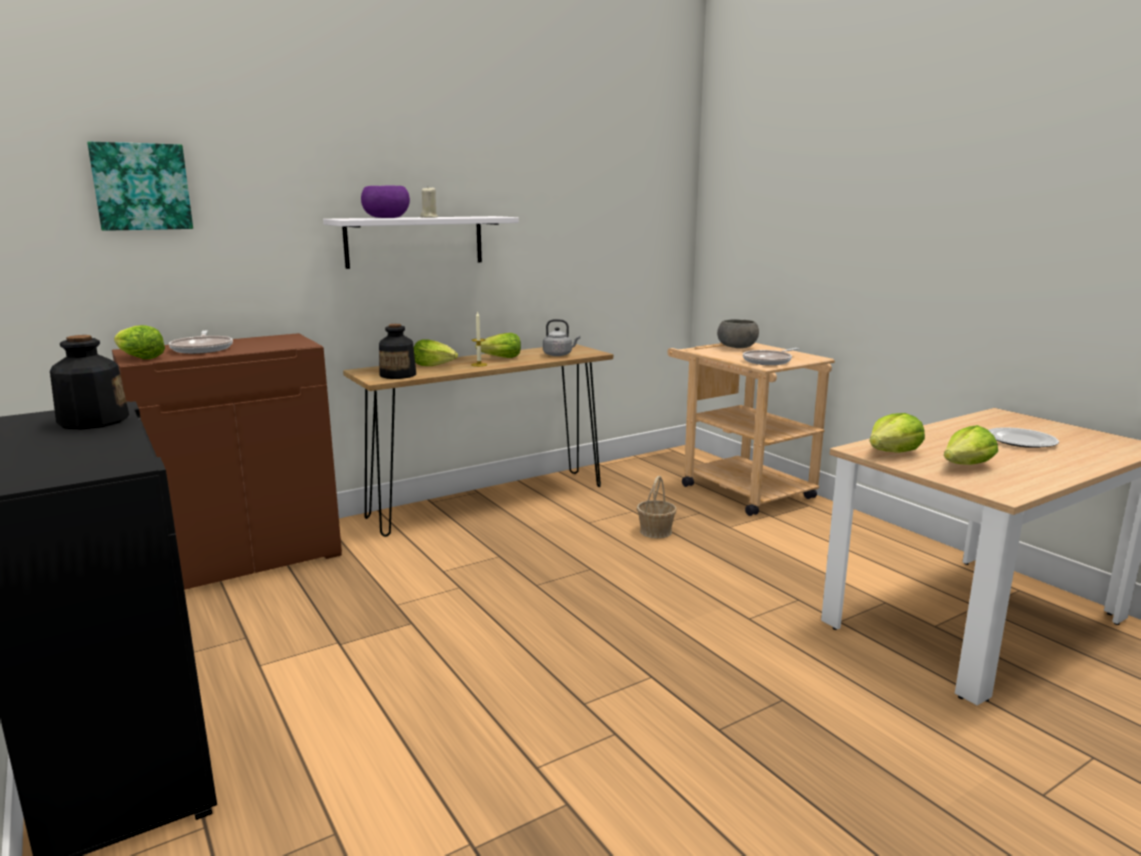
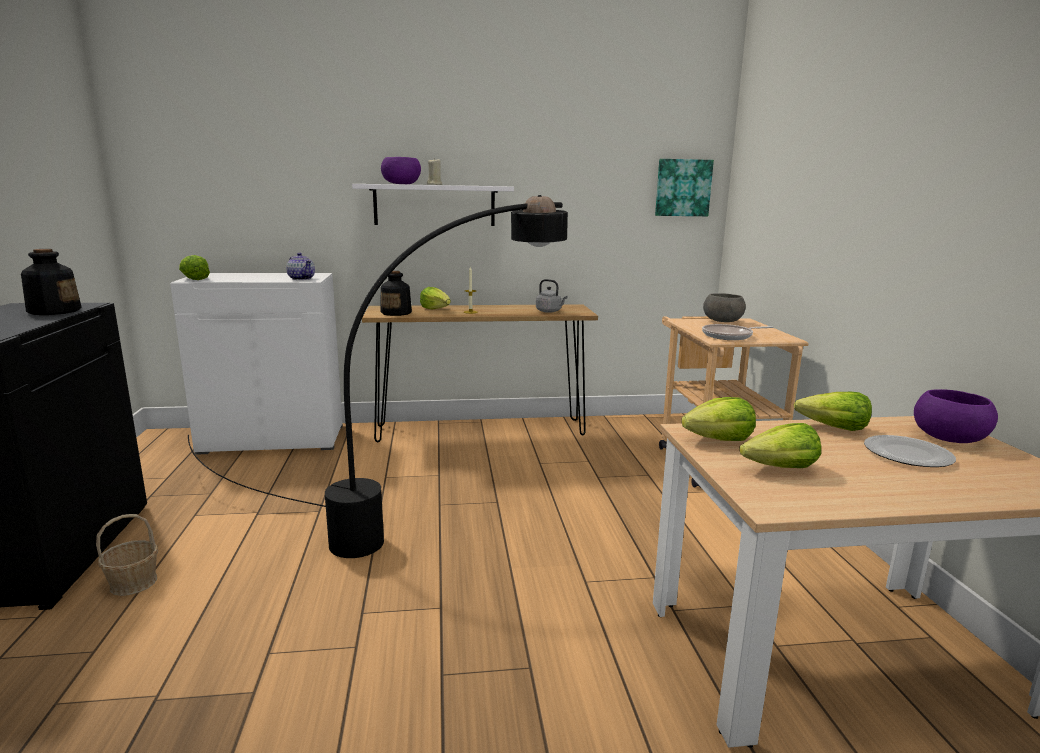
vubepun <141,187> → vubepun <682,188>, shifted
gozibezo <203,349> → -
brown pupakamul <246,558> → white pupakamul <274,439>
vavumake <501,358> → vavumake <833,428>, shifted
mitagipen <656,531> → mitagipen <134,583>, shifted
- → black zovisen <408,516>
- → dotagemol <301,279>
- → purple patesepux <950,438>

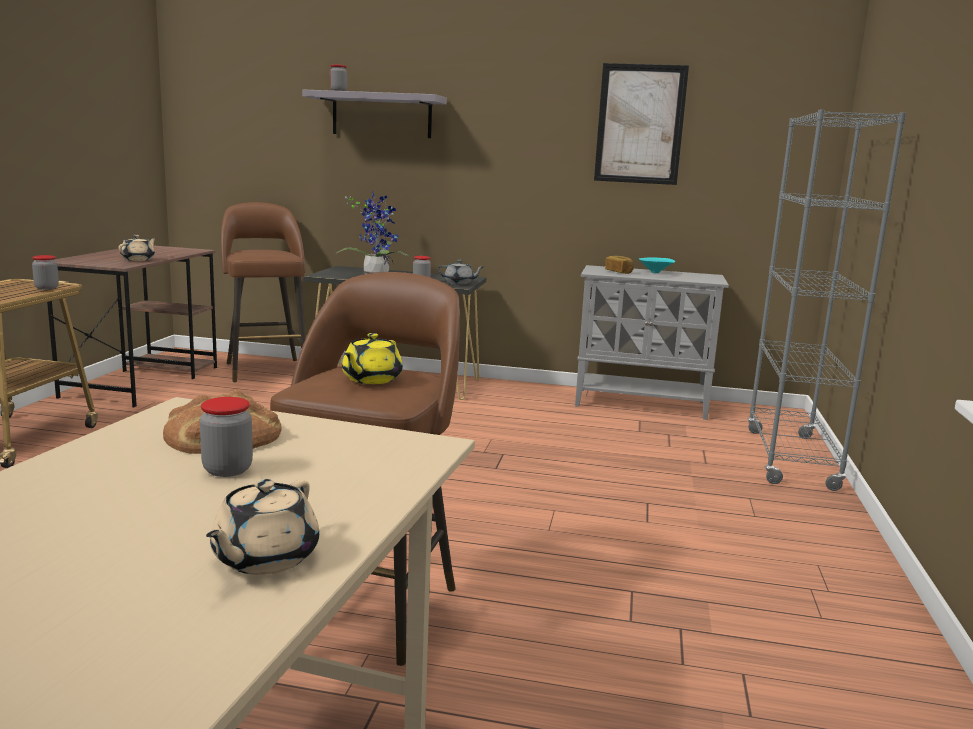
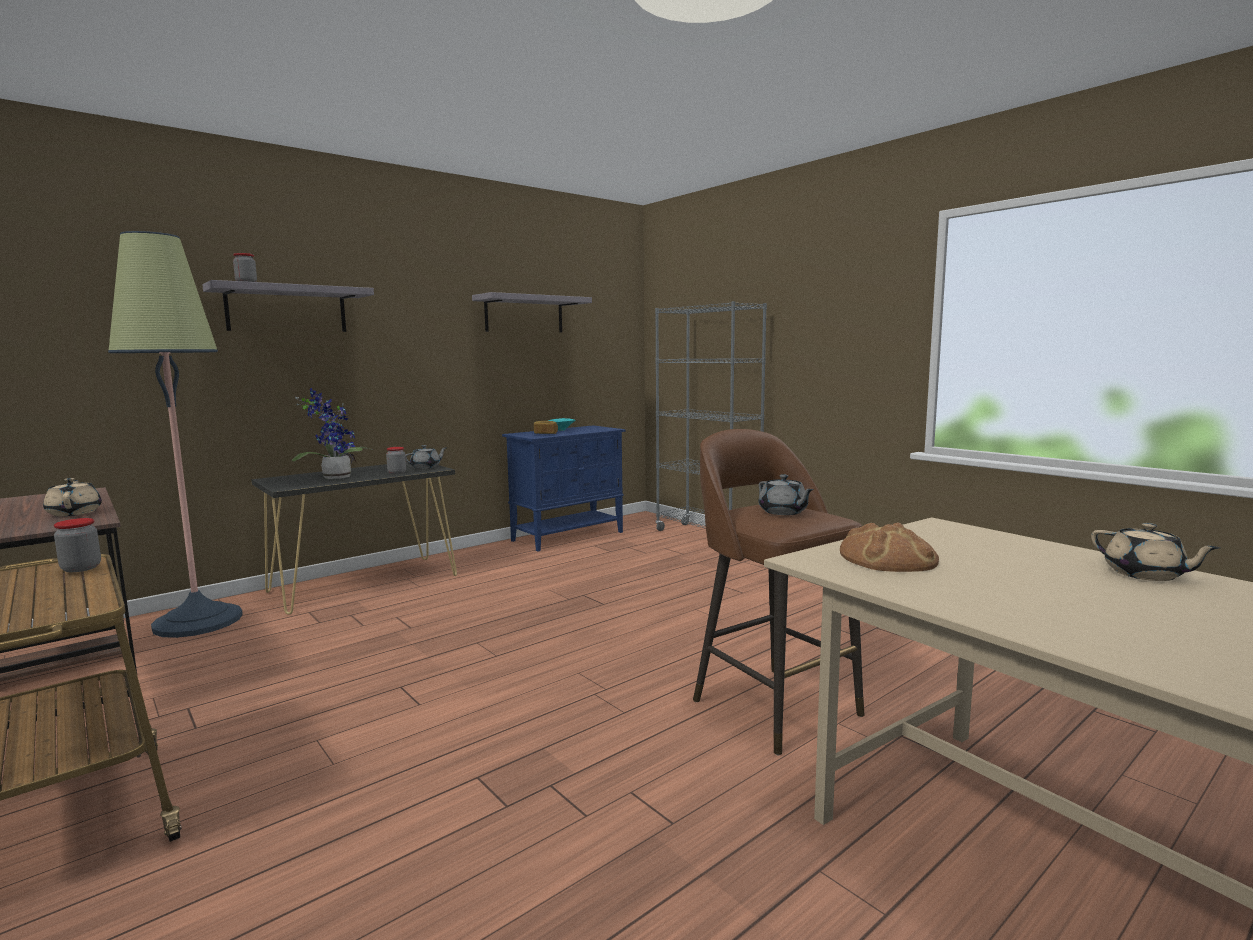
vubepun <640,124> → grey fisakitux <524,314>
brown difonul <266,370> → zovisen <198,621>
grey pupakamul <642,404> → blue pupakamul <568,536>
yellow dotagemol <371,379> → grey dotagemol <783,512>
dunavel <227,470> → -

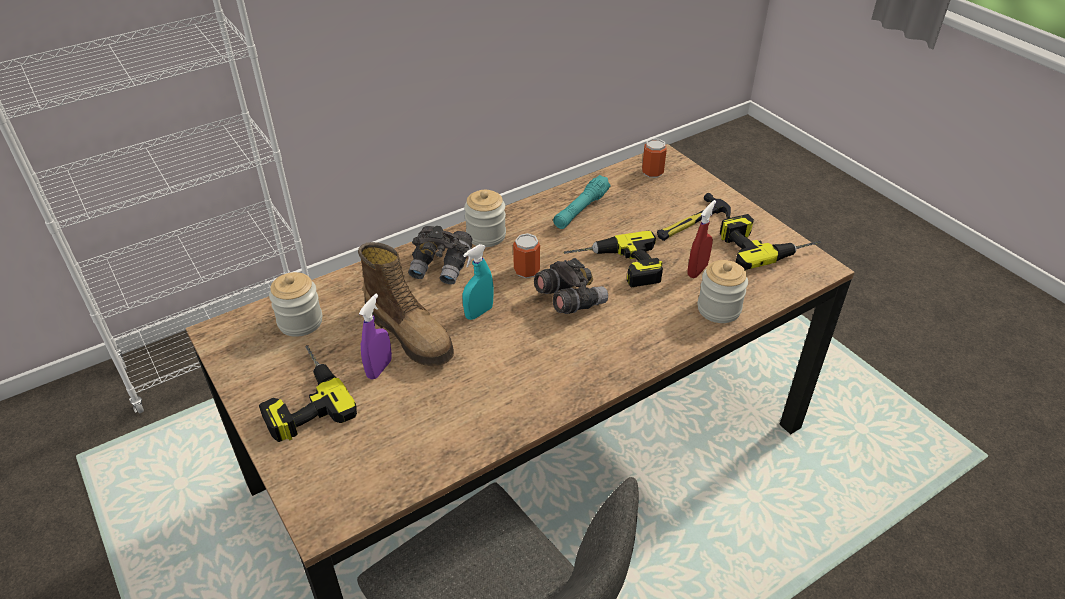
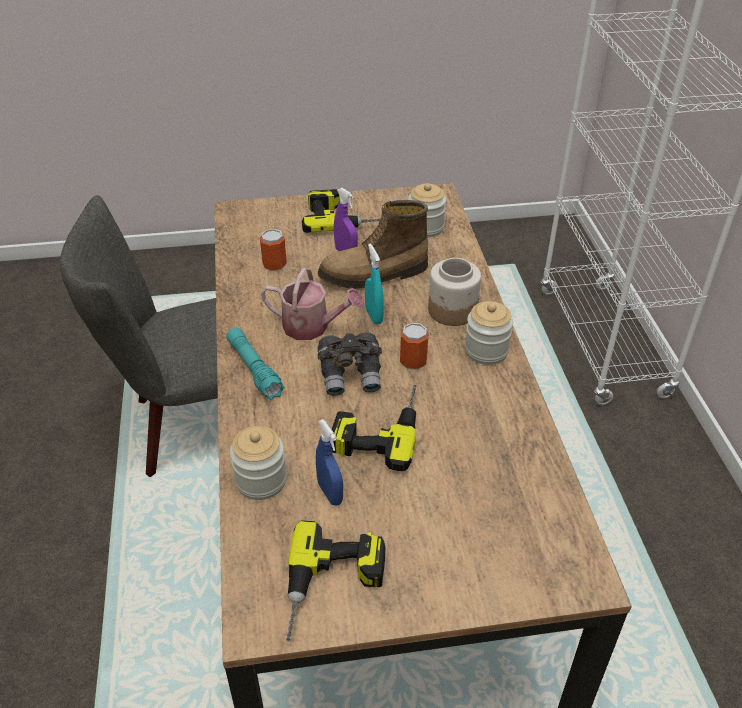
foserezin <652,172> → foserezin <274,265>, shifted
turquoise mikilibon <581,210> → turquoise mikilibon <254,369>, shifted
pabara <692,223> → -
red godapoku <697,270> → blue godapoku <330,493>
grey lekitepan <441,266> → dunavel <452,311>
- → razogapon <312,327>

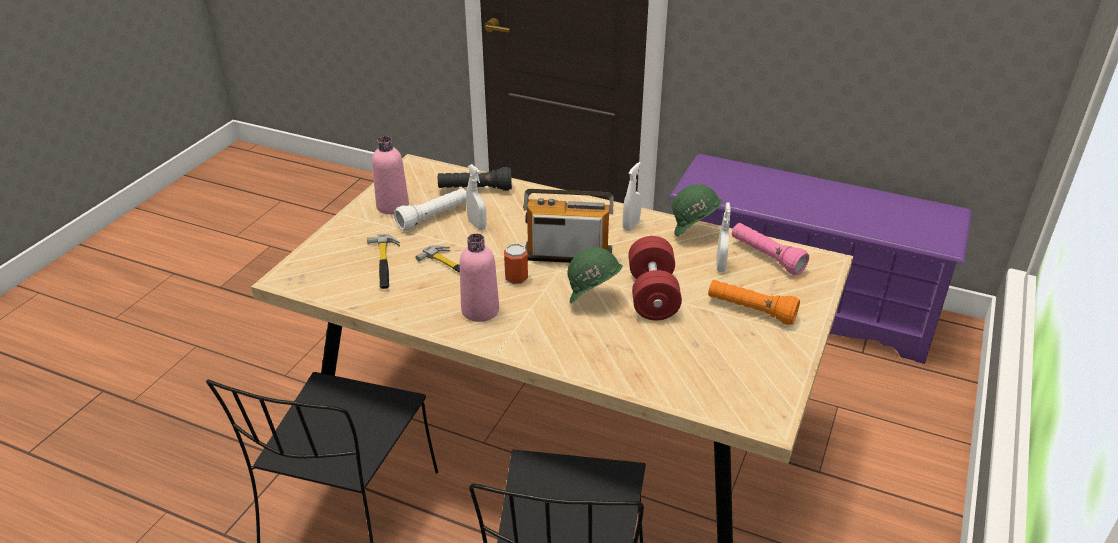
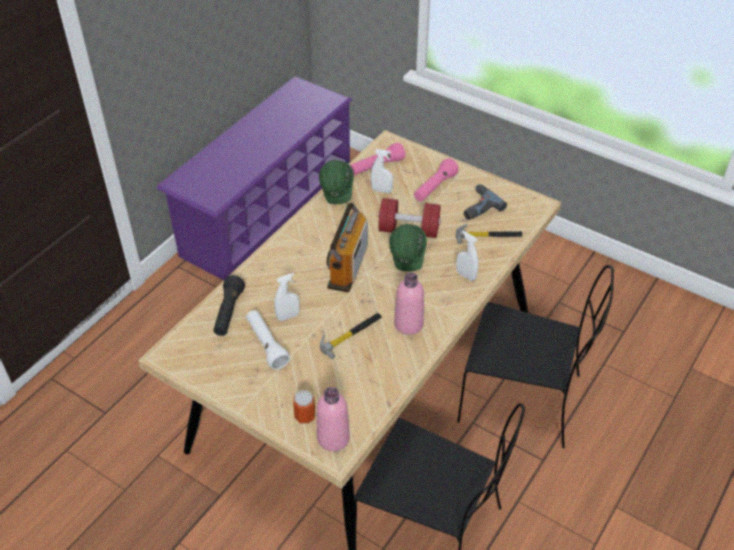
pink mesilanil <392,206> → pink mesilanil <333,438>, shifted
white godapoku <631,225> → white godapoku <466,275>, shifted
pabara <384,264> → pabara <488,235>, shifted
foserezin <516,278> → foserezin <305,416>, shifted
orange mikilibon <751,310> → pink mikilibon <434,188>
- → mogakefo <477,206>

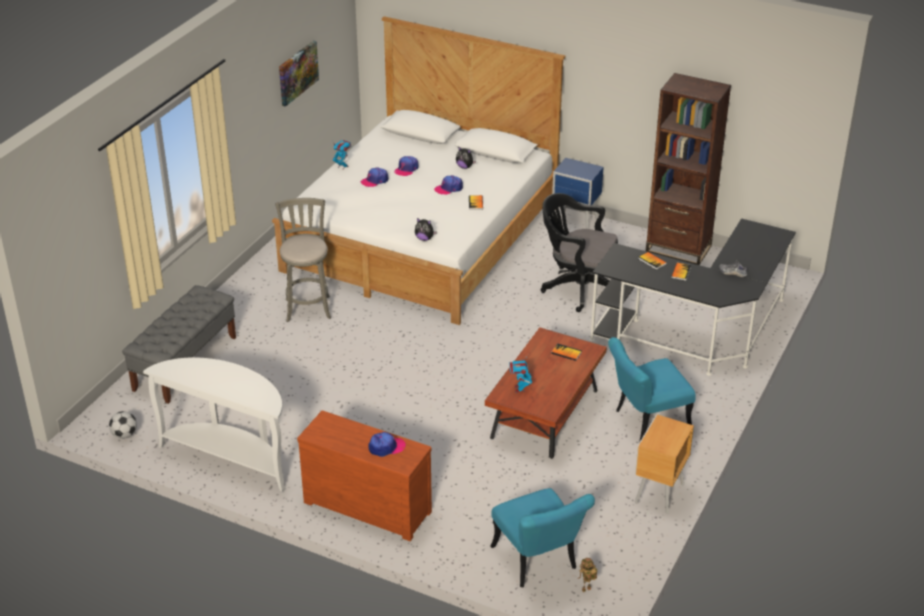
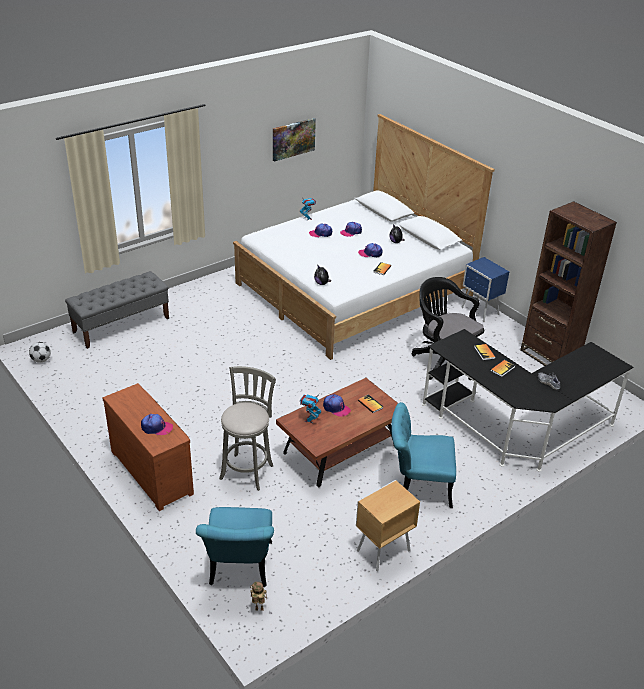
grey difonul <308,307> → grey difonul <248,470>, shifted
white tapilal <231,457> → -
- → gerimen <336,408>

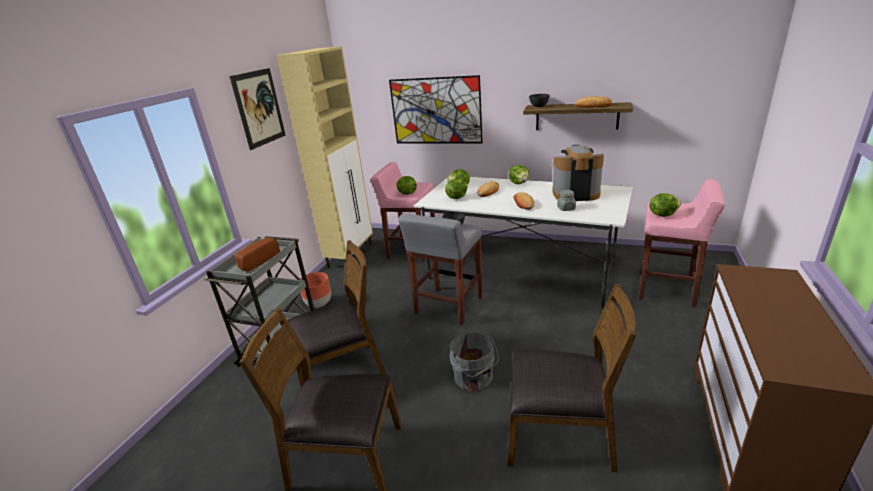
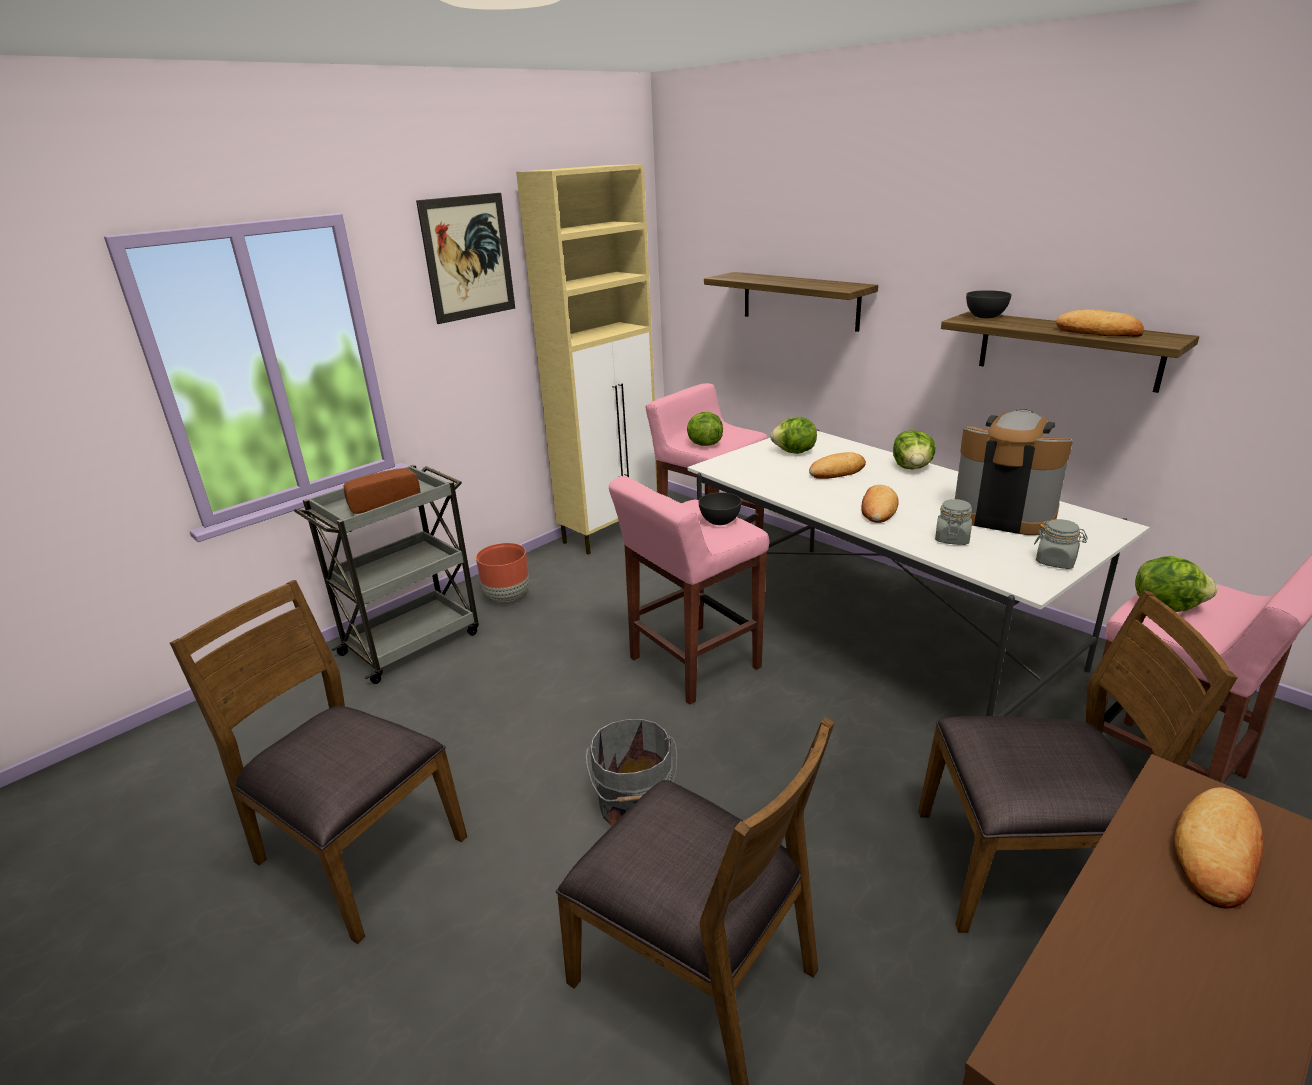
vubepun <435,111> → fisakitux <800,300>
vavumake <456,197> → -
grey difonul <448,306> → pink difonul <692,664>
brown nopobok <341,373> → brown nopobok <1028,867>, shifted
- → grey dunavel <1056,561>
- → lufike <1218,852>

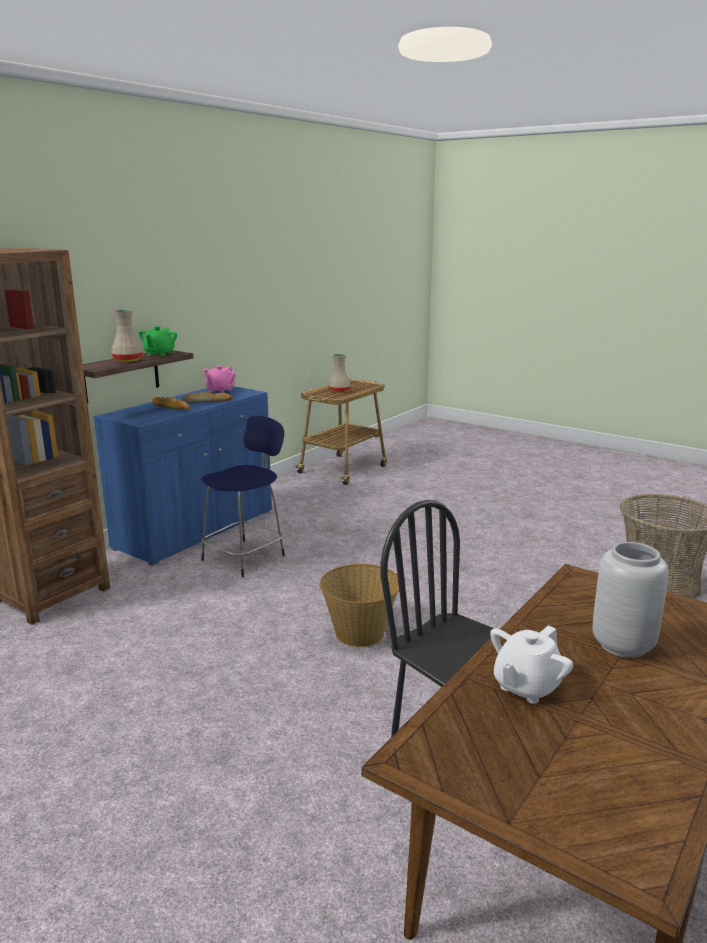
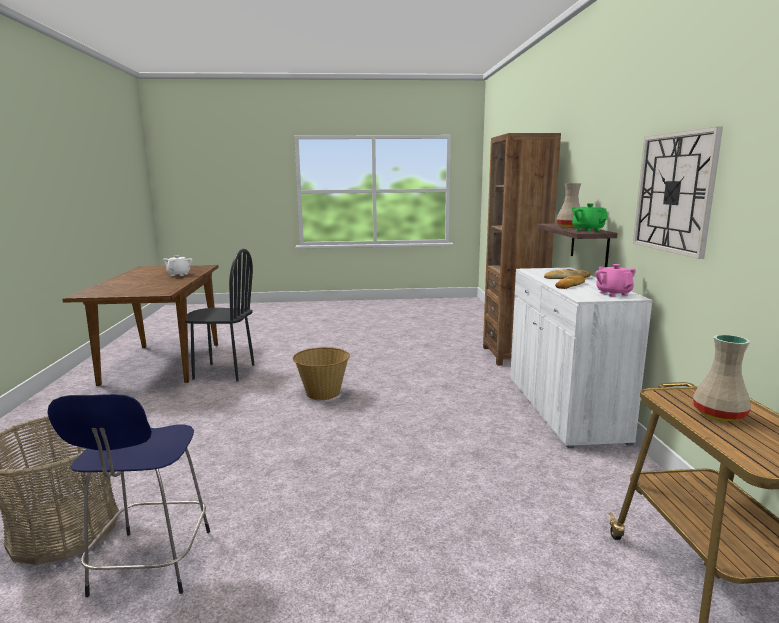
blue pupakamul <196,529> → white pupakamul <563,408>
blue difonul <245,557> → blue difonul <150,565>, shifted
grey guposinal <621,645> → -
- → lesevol <674,193>

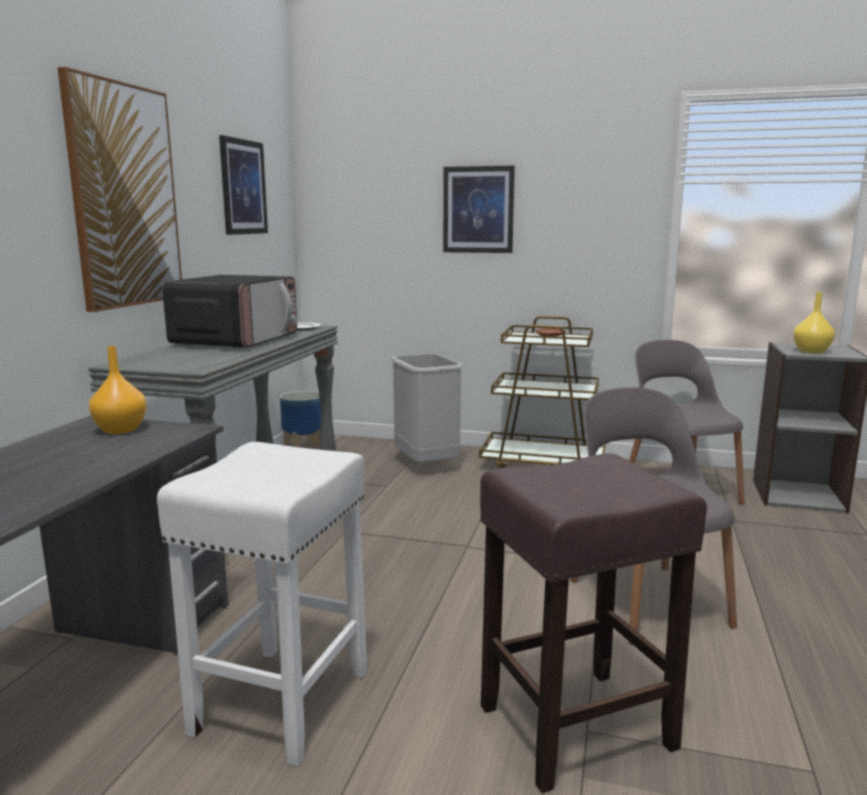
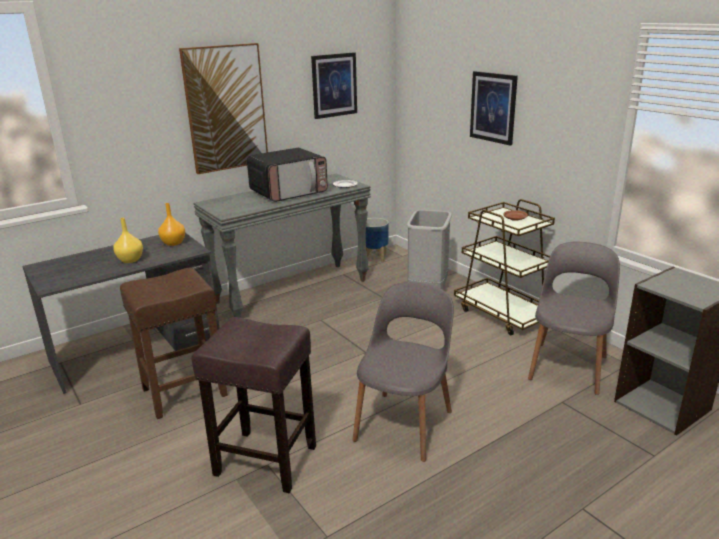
yellow guposinal <810,351> → yellow guposinal <130,260>, shifted
white difonul <280,704> → brown difonul <183,393>

